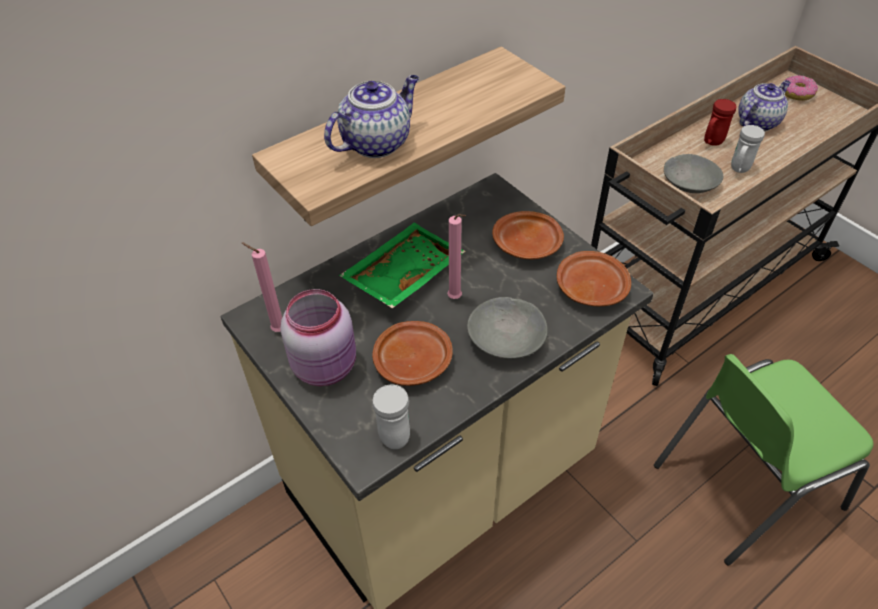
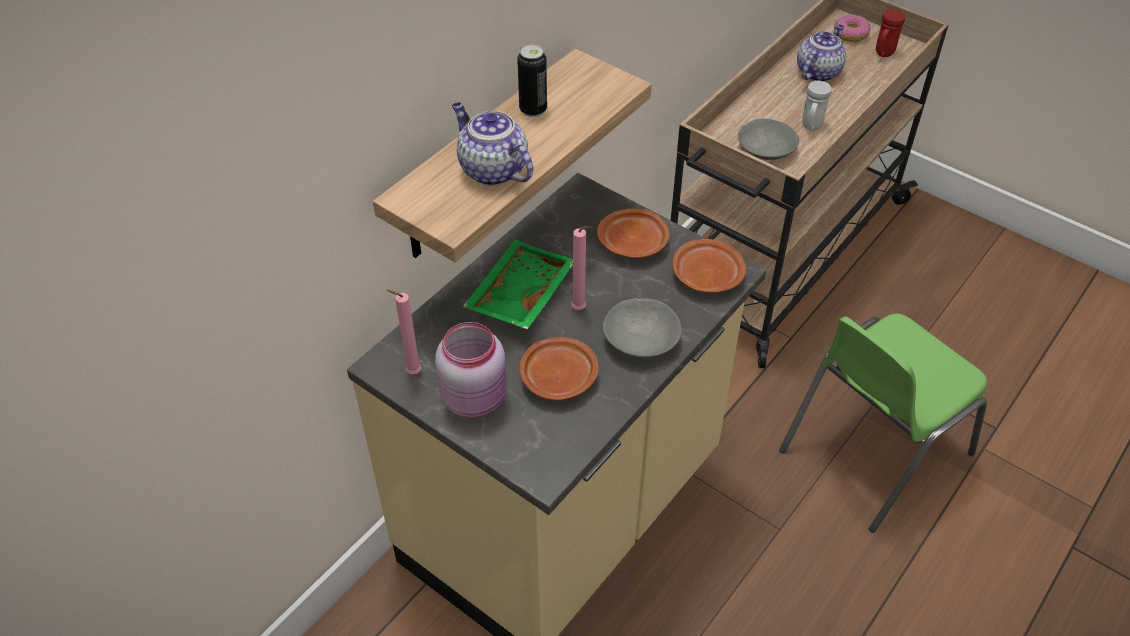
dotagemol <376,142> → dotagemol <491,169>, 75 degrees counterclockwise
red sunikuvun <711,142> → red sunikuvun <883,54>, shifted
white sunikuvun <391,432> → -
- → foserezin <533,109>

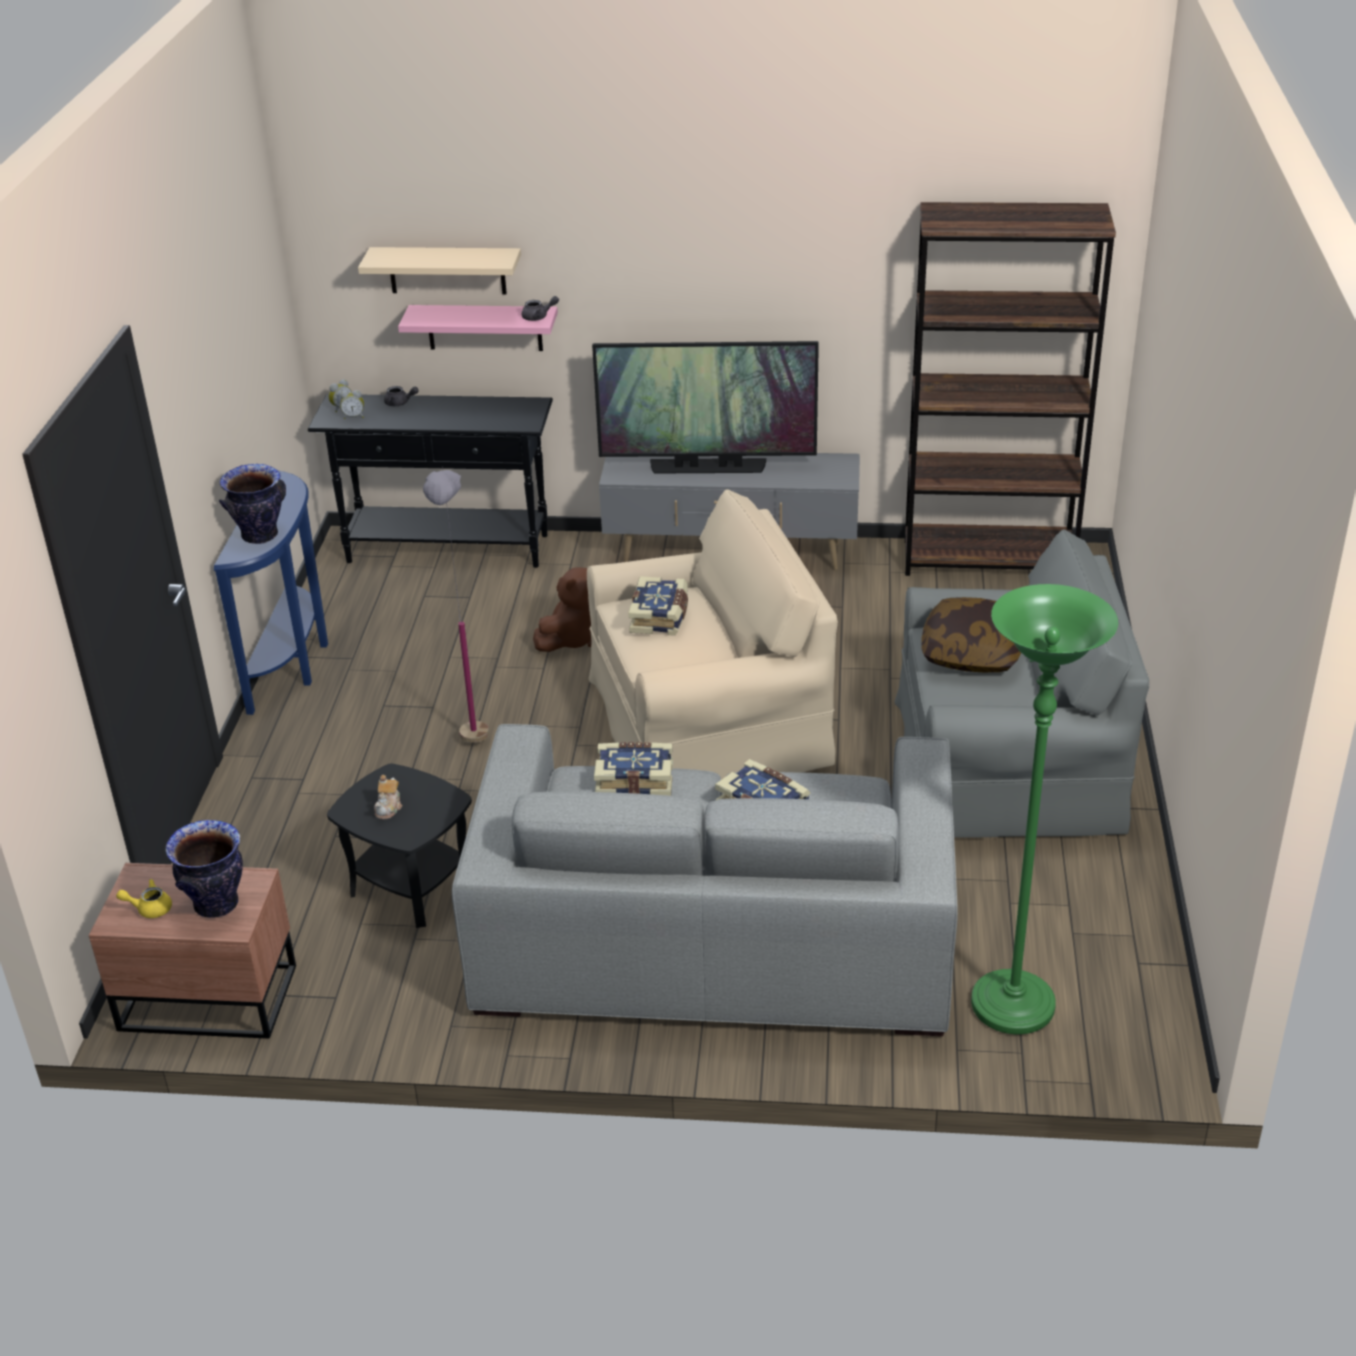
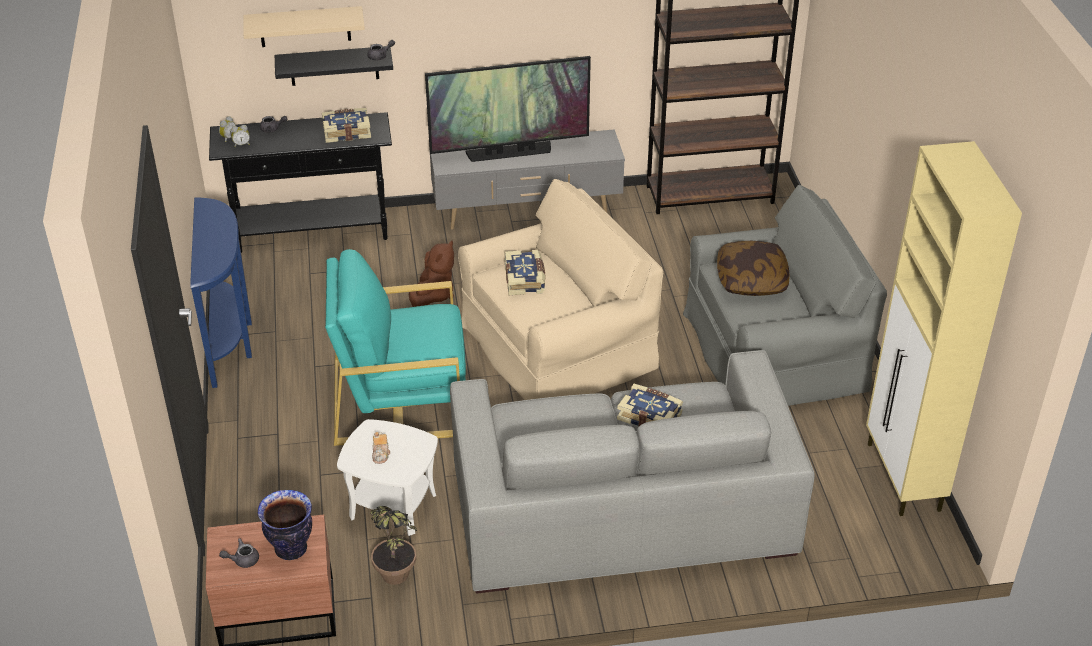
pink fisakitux <484,327> → black fisakitux <334,66>
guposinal <260,536> → -
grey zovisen <475,756> → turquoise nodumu <399,397>
green zovisen <1012,1006> → -
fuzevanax <635,779> → fuzevanax <346,132>, shifted
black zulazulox <412,887> → white zulazulox <393,505>
yellow dotagemol <149,908> → grey dotagemol <242,560>
- → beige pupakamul <903,478>
- → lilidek <396,582>

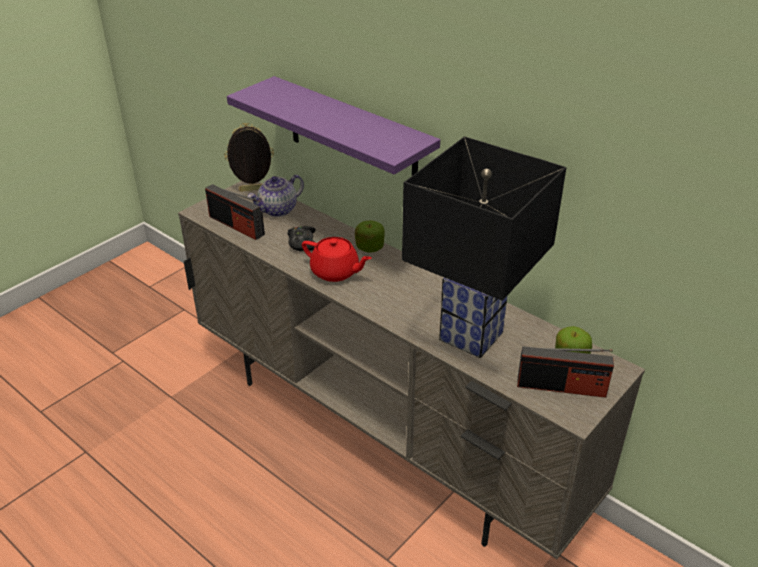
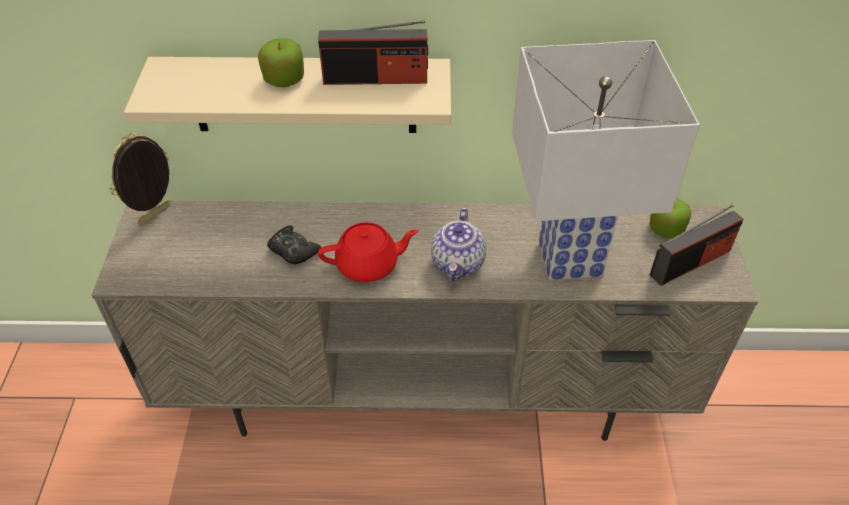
purple fisakitux <352,135> → beige fisakitux <303,95>
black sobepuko <471,337> → white sobepuko <571,260>
dotagemol <278,210> → dotagemol <458,264>, shifted
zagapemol <236,225> → zagapemol <375,78>, shifted
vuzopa <369,247> → vuzopa <284,79>, shifted

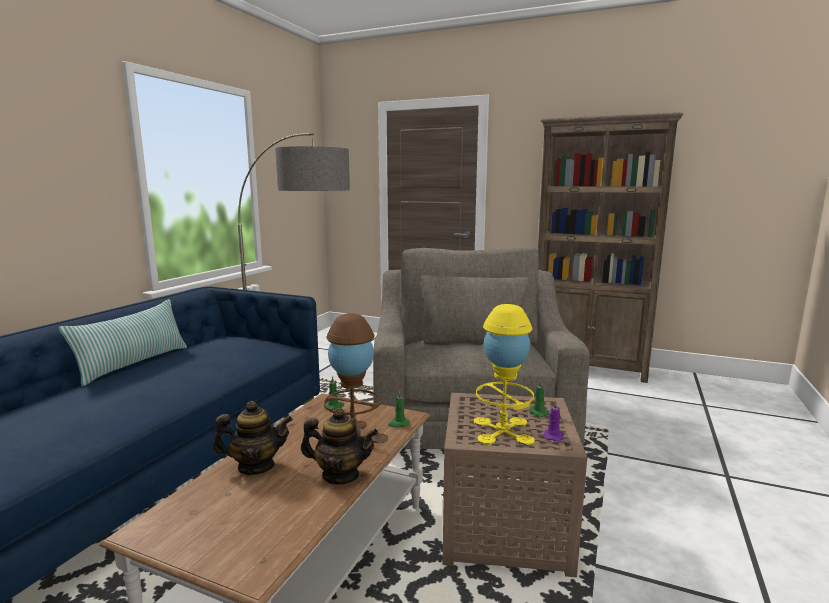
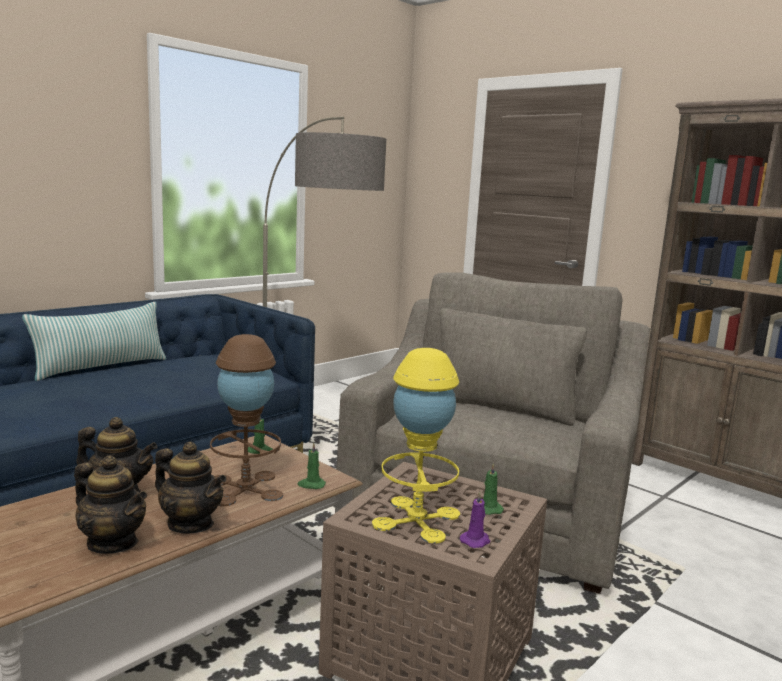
- → dotagemol <113,543>

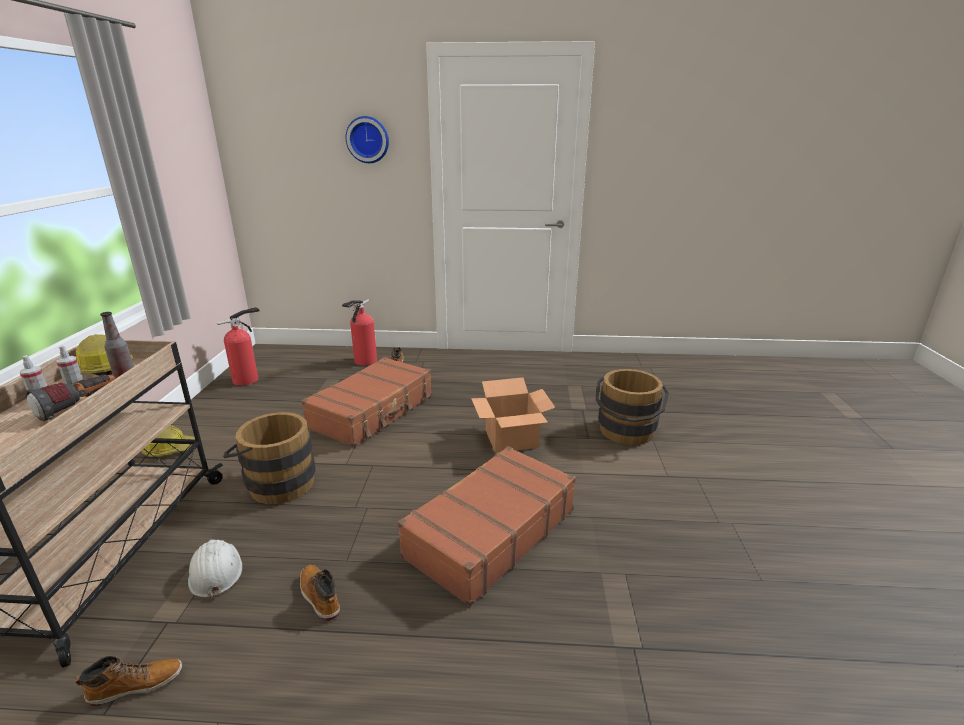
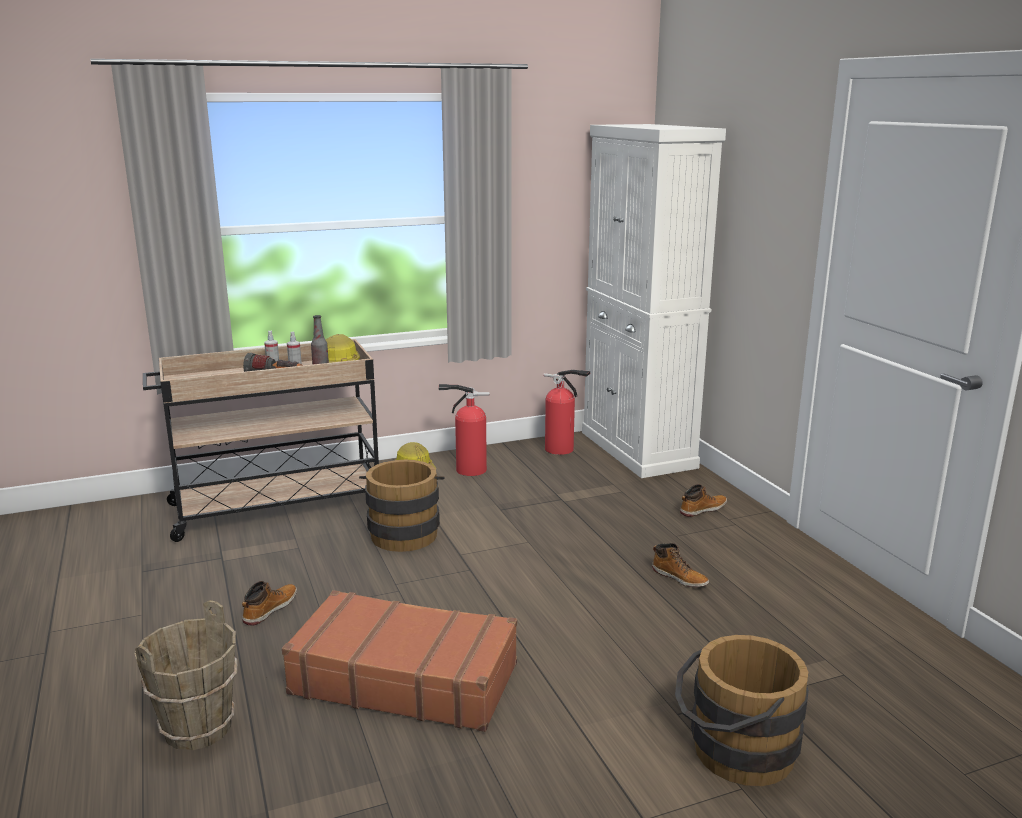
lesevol <368,139> → -
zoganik <364,362> → zoganik <467,470>, shifted
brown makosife <373,411> → -
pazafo <512,438> → -
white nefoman <215,572> → -
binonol <136,685> → binonol <680,578>, shifted
- → white pupakamul <637,450>
- → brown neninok <199,728>

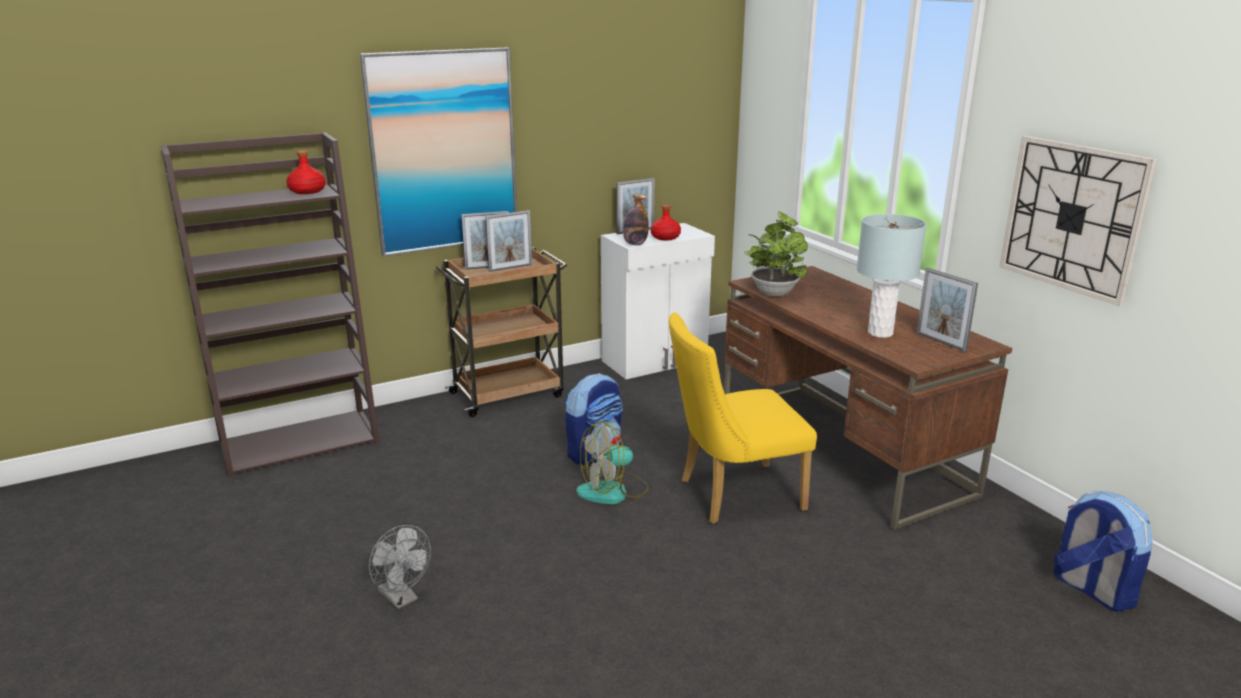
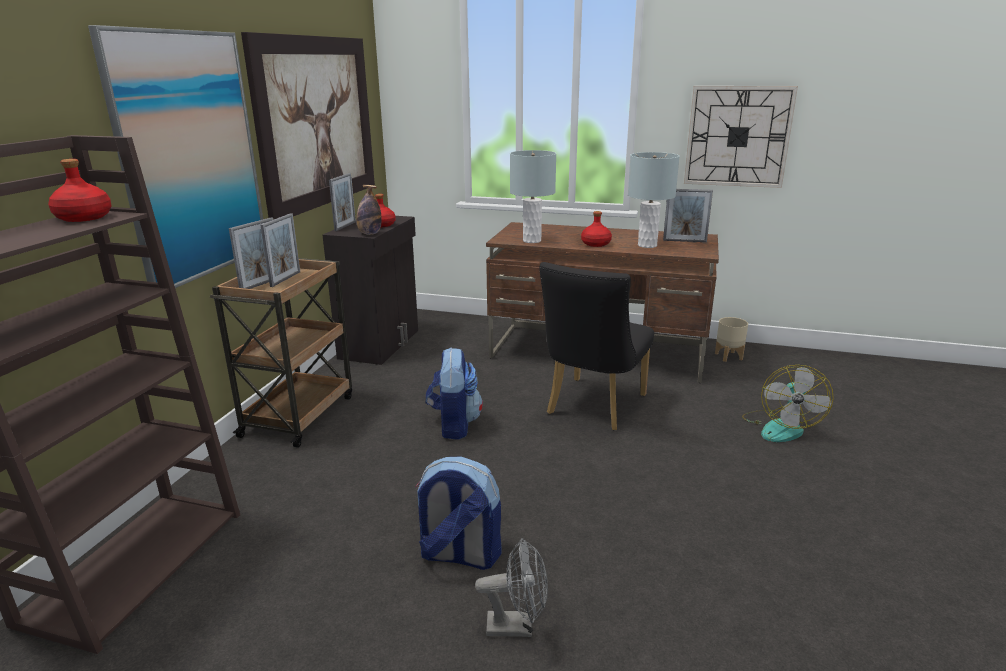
lilidek <774,292> → grey sobepuko <532,241>
white pupakamul <656,361> → black pupakamul <381,344>
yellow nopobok <732,495> → black nopobok <592,407>
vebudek <613,491> → vebudek <780,427>, shifted
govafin <1091,589> → govafin <459,555>, shifted
- → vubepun <317,122>
- → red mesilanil <595,244>
- → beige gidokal <728,356>

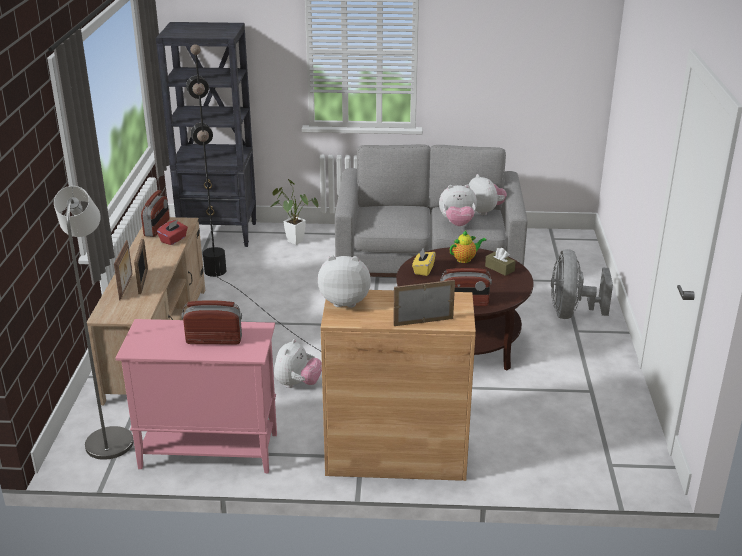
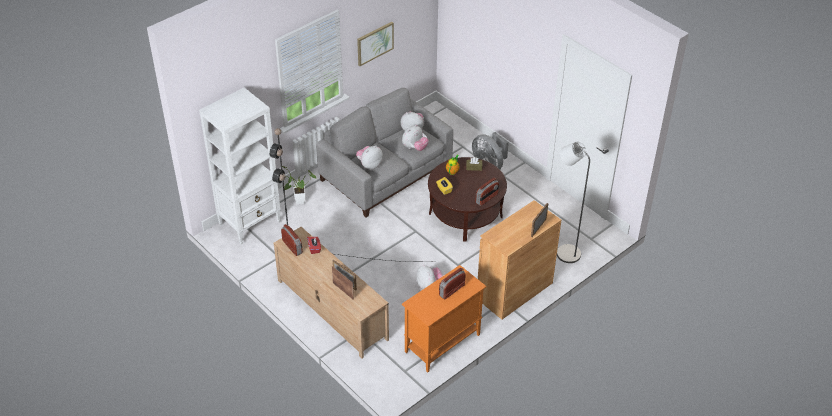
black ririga <219,234> → white ririga <250,223>
grey zovisen <111,438> → grey zovisen <564,251>, shifted
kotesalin <345,301> → kotesalin <369,165>, shifted
pink pupakamul <207,451> → orange pupakamul <442,344>
- → vubepun <375,43>

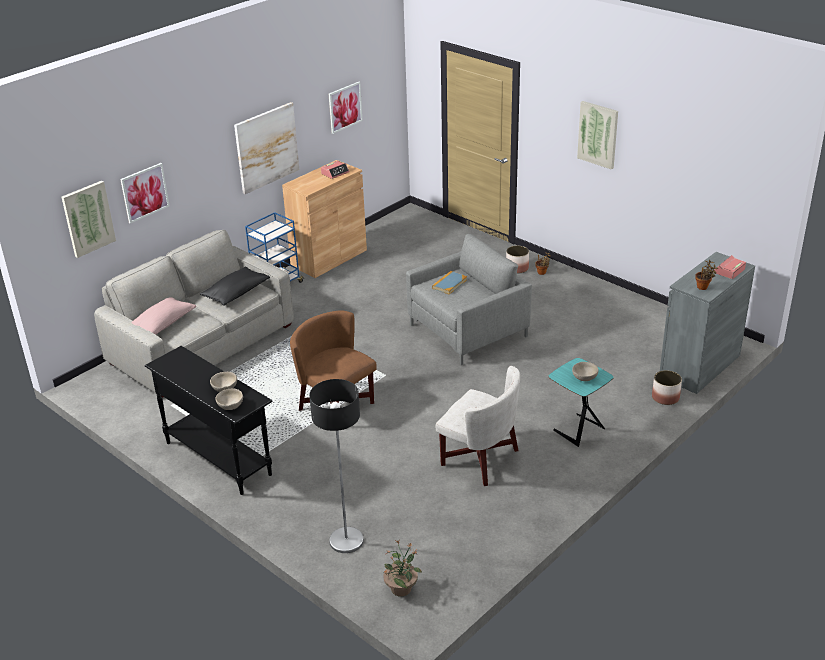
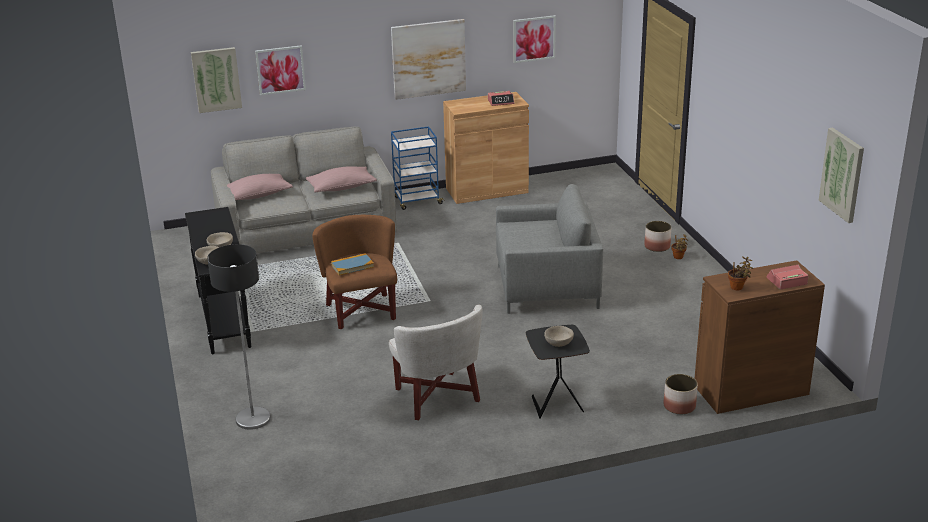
vubepun <598,134> → vubepun <842,174>, shifted
grey pupakamul <699,366> → brown pupakamul <751,390>
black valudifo <236,293> → pink valudifo <341,188>
fuzevanax <449,284> → fuzevanax <352,266>, shifted
turquoise zulazulox <577,429> → black zulazulox <555,403>
lilidek <401,588> → -

